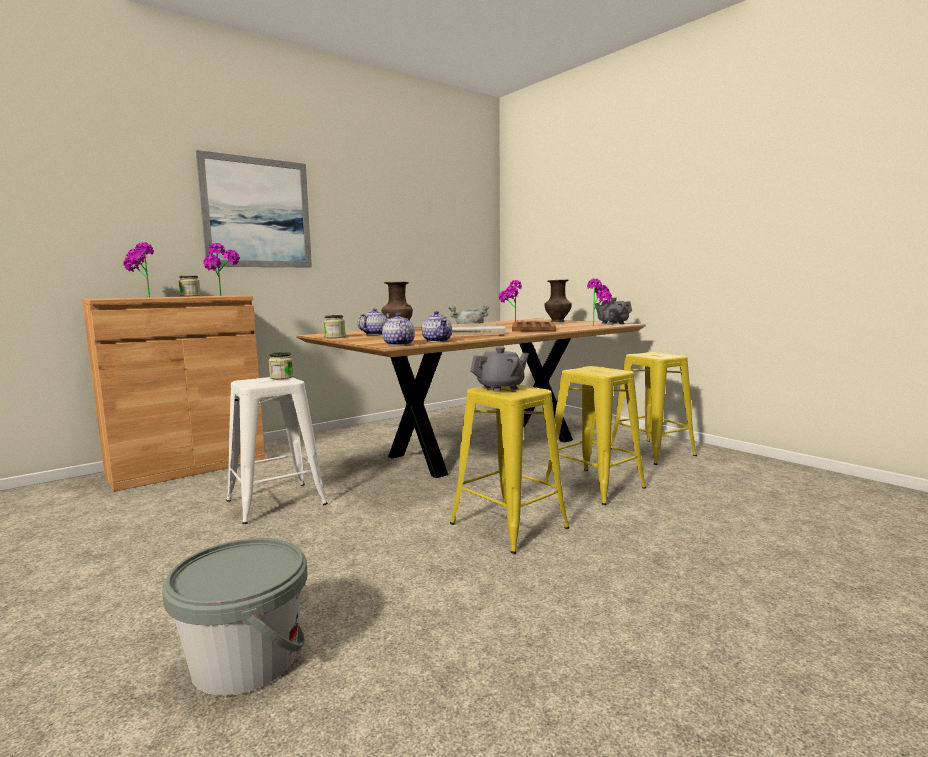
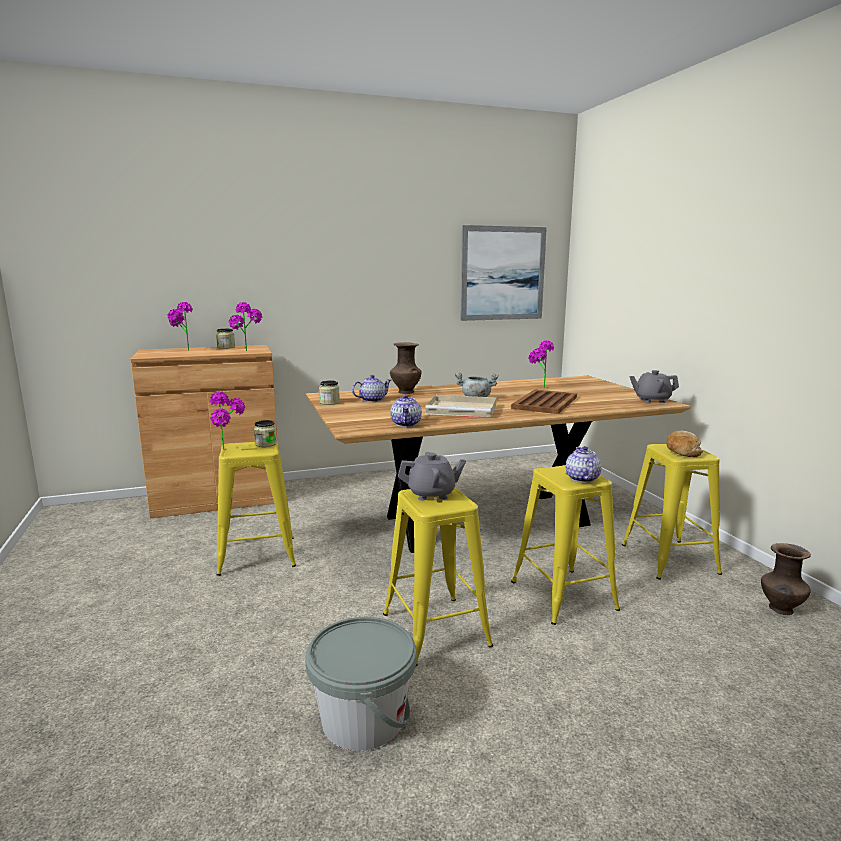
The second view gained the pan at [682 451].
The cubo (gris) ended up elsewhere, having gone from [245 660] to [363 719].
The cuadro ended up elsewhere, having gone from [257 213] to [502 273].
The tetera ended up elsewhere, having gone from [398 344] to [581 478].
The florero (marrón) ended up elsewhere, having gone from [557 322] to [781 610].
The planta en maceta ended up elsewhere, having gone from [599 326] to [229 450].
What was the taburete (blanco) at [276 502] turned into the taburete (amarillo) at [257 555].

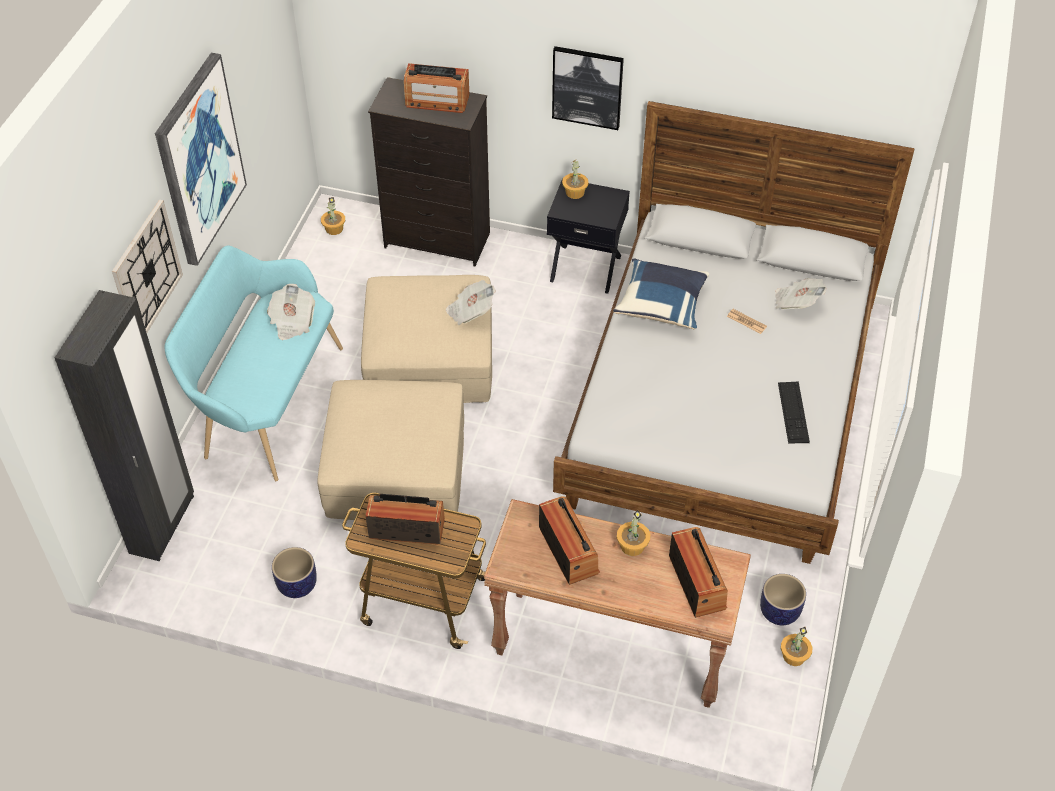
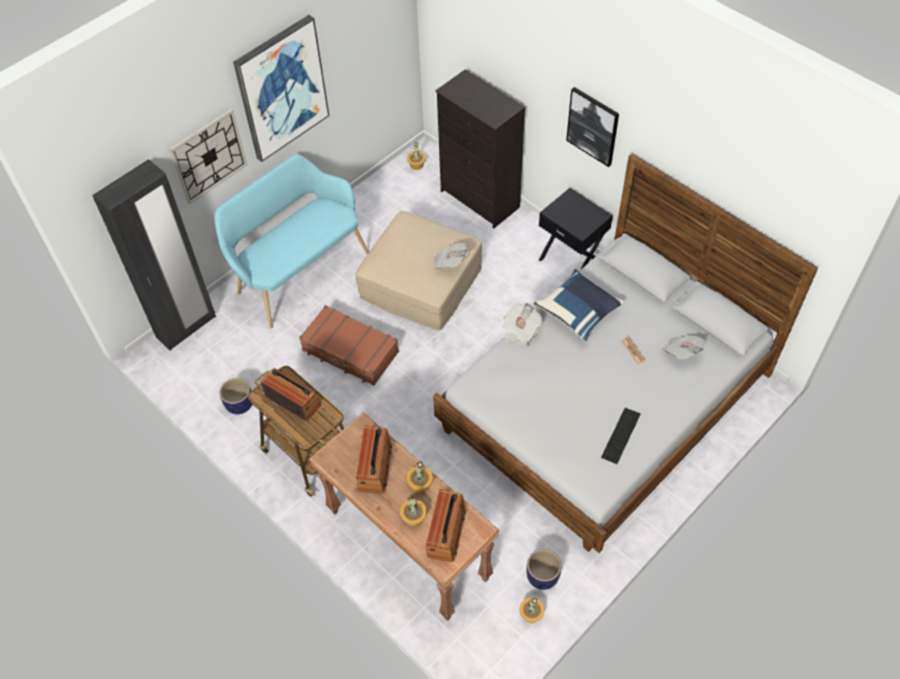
The second view lost the radio at [437 101].
The periódico ended up elsewhere, having gone from [292 322] to [520 331].
The planta en maceta ended up elsewhere, having gone from [575 192] to [414 518].
Where the puf (beis) stood at [396 468], the maleta (marrón) came to stand at [350 352].

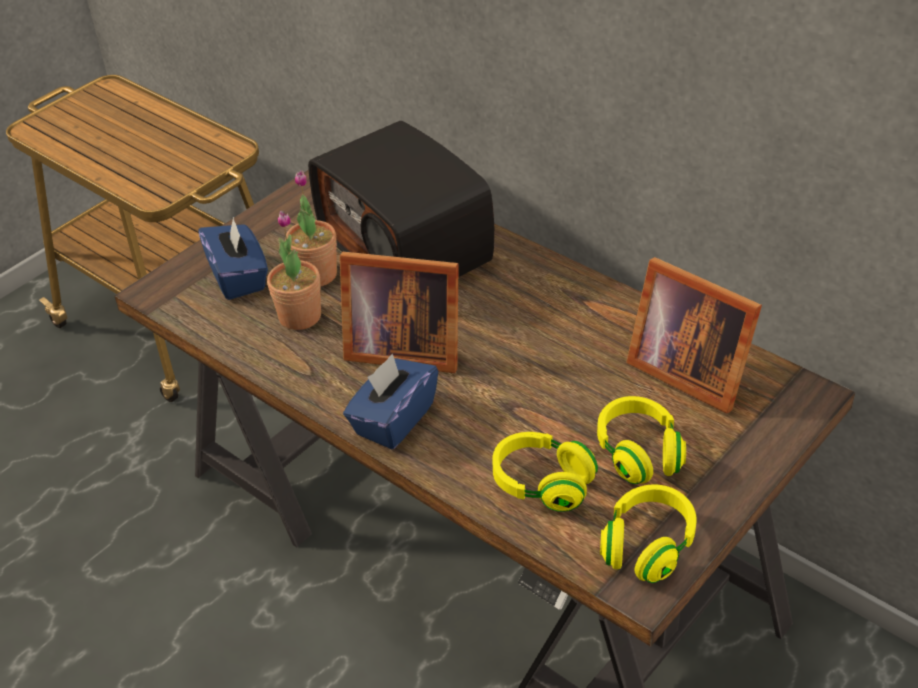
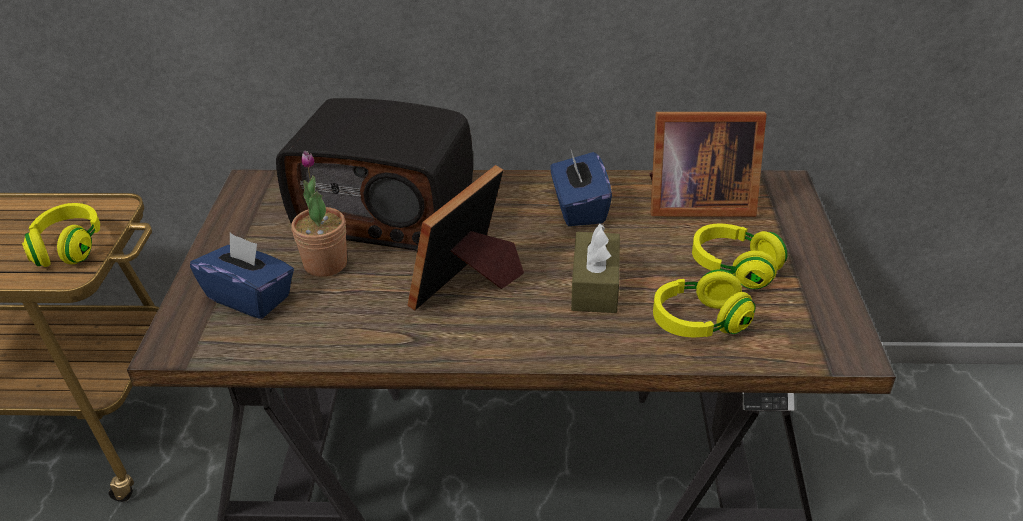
The second view lost the planta en maceta at [300 316].
The second view gained the caja de pañuelos (marrón) at [595 285].
The caja de pañuelos (azul) ended up elsewhere, having gone from [393 420] to [578 208].
The auriculares (amarillo) ended up elsewhere, having gone from [647 546] to [69 248].
The portarretratos at [401 348] ended up facing another way, 150 degrees clockwise from before.

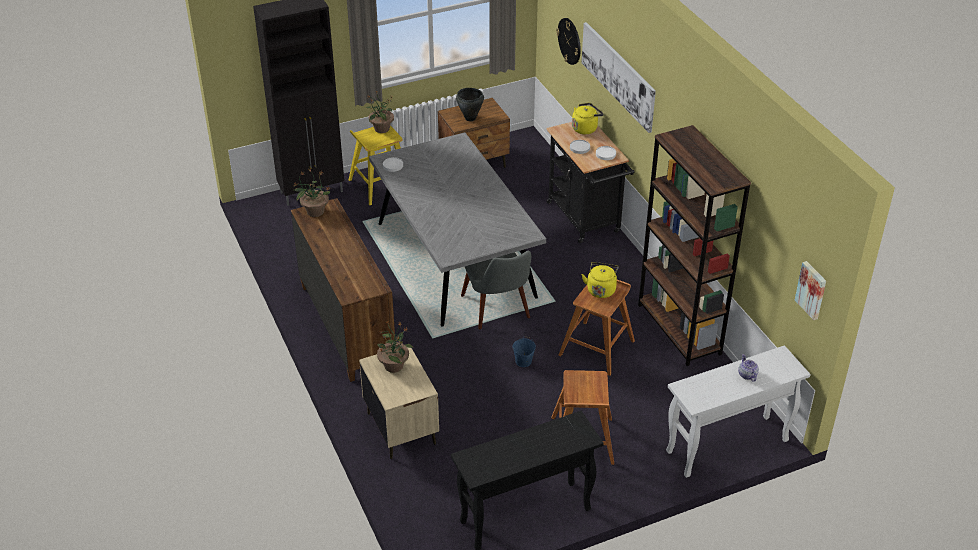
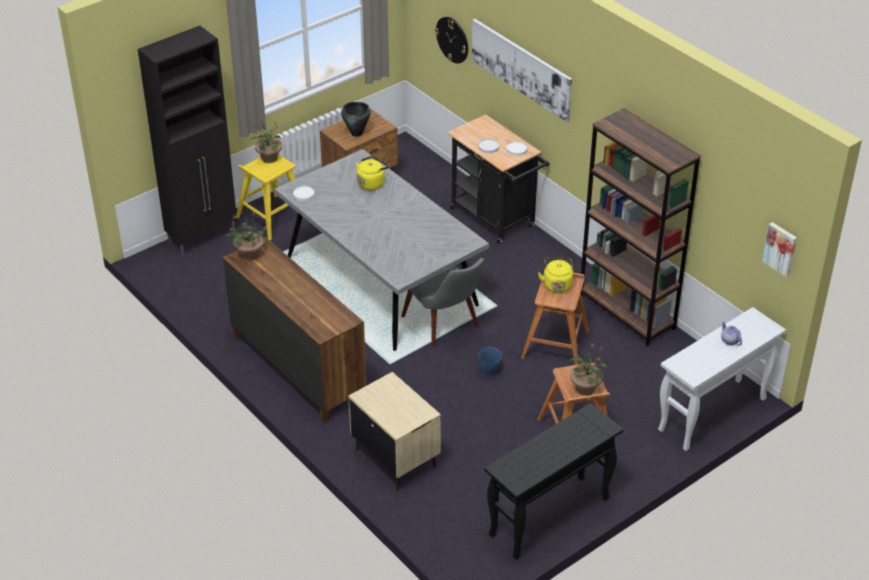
The planta en maceta ended up elsewhere, having gone from [394 365] to [585 388].
The hervidor (amarillo) ended up elsewhere, having gone from [585 128] to [372 183].

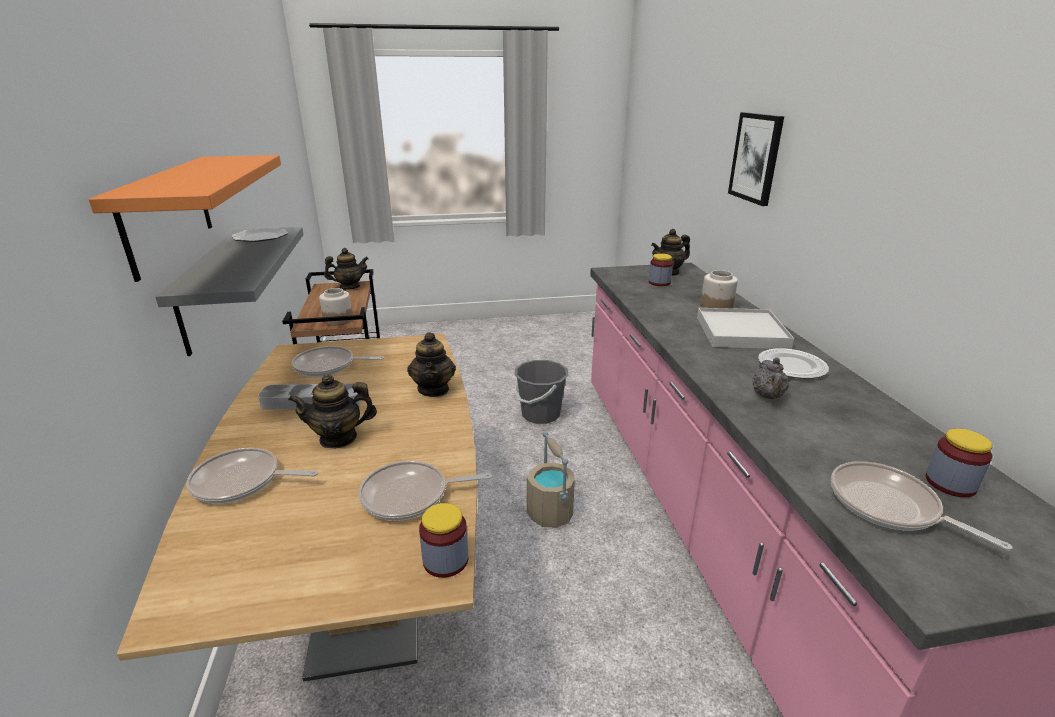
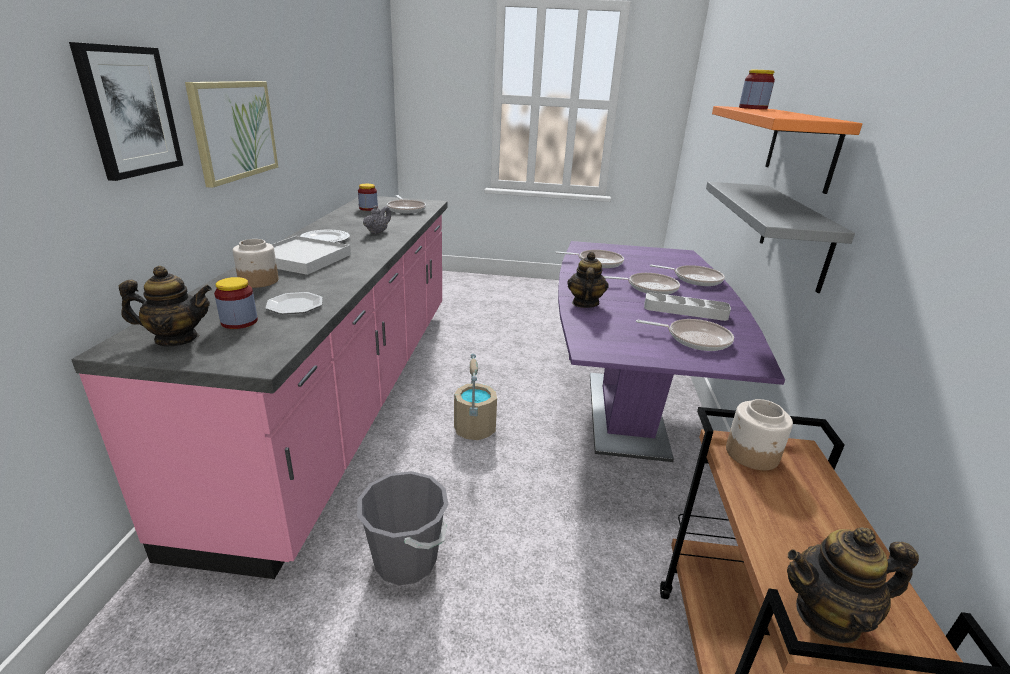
The second view gained the cuadro at [234 130].
The plato ended up elsewhere, having gone from [261 237] to [294 305].
The tarro ended up elsewhere, having gone from [445 560] to [752 108].
Where the tetera stood at [338 438], the sartén came to stand at [649 287].
What was the mesa de comedor (marrón) at [369 584] turned into the mesa de comedor (morado) at [626 414].

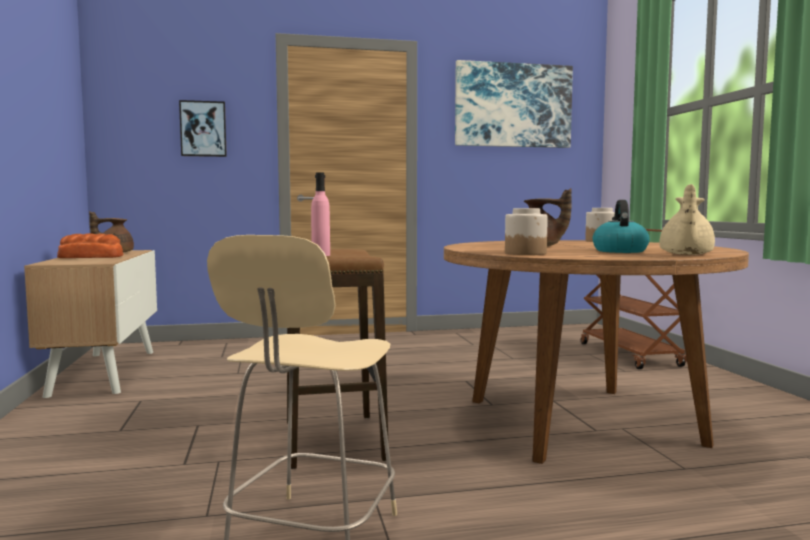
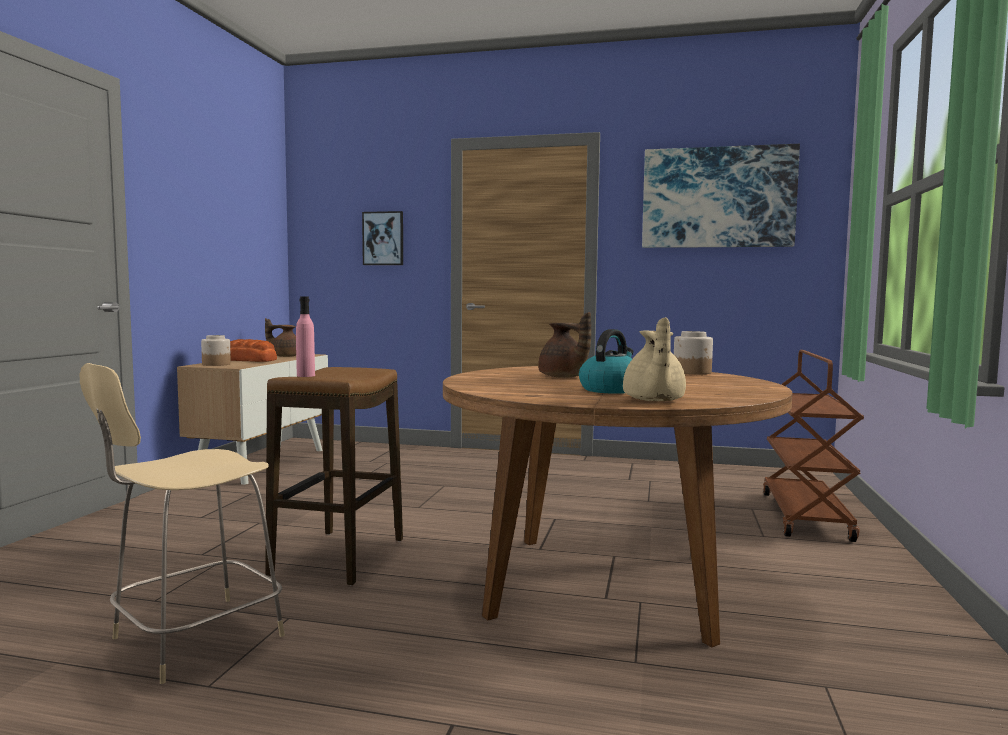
The tarro ended up elsewhere, having gone from [525 253] to [216 364].
The tetera (beis) at [685 254] ended up facing another way, 45 degrees counterclockwise from before.

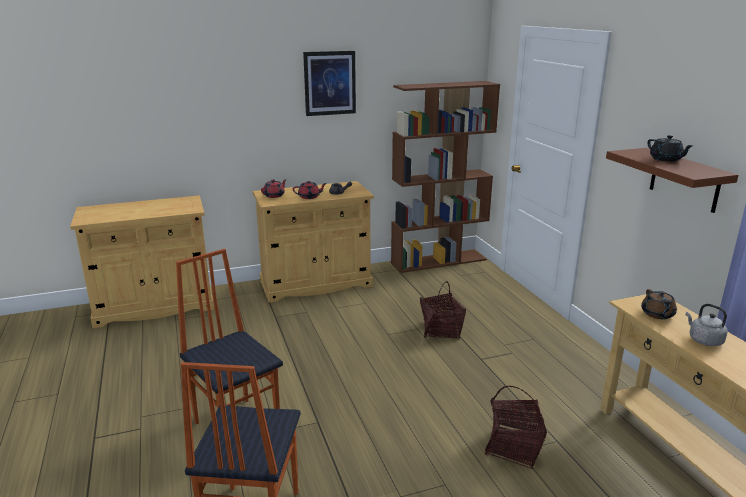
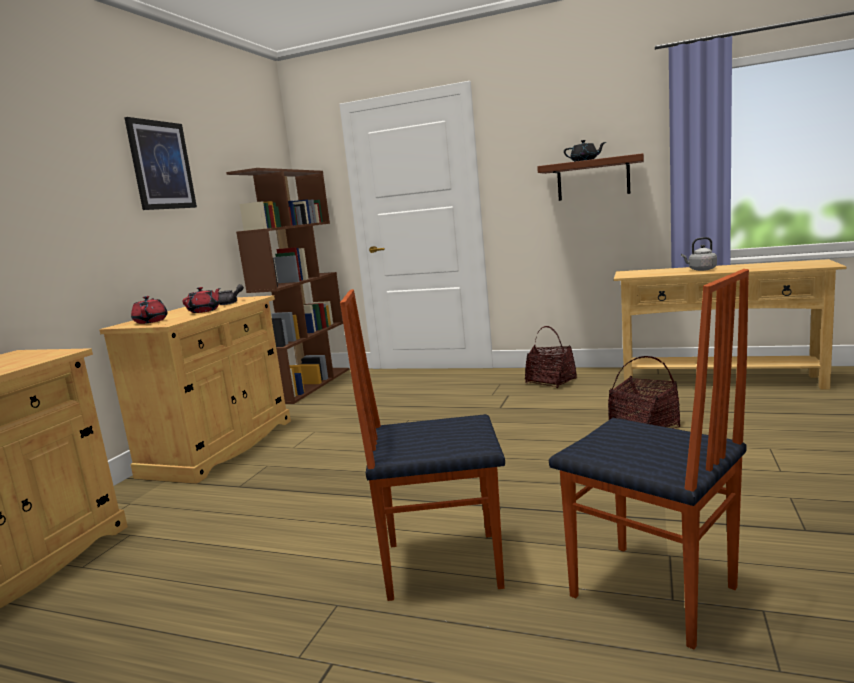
The second view lost the tetera (marrón) at [657 314].
The cesta ended up elsewhere, having gone from [441 330] to [551 381].

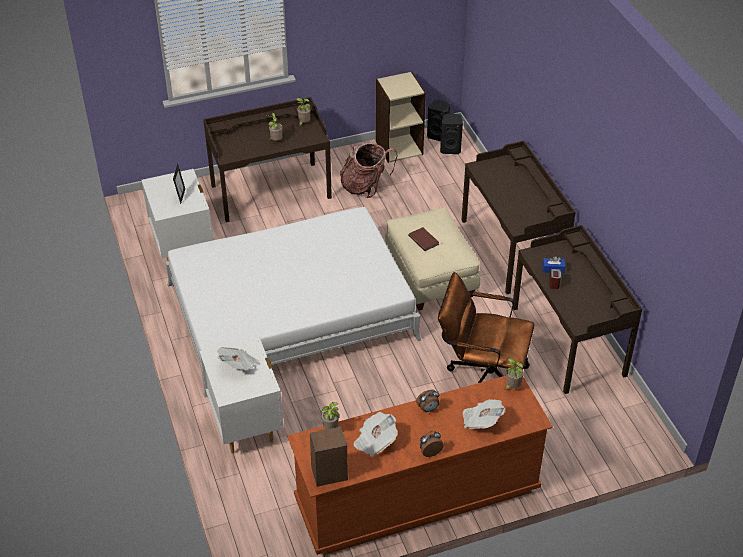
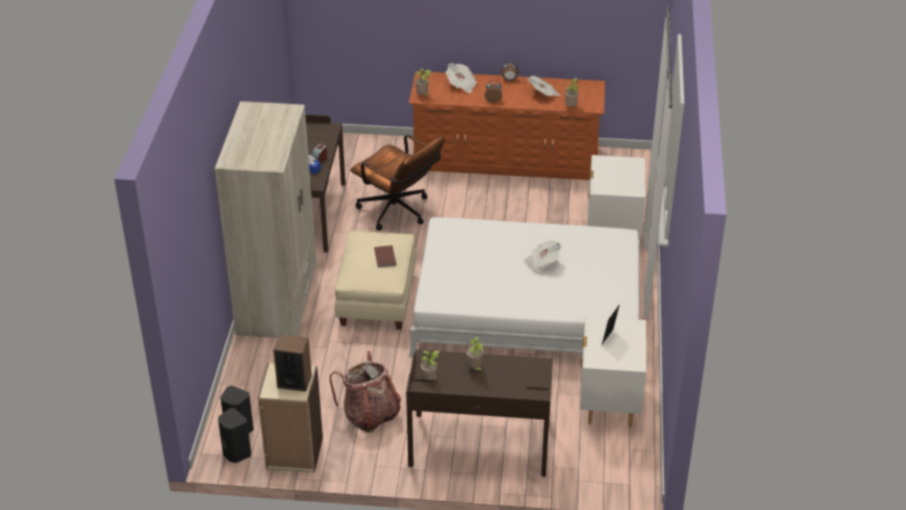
The periódico ended up elsewhere, having gone from [238 365] to [541 263].
The altavoz ended up elsewhere, having gone from [329 473] to [294 381].
Where the escritorio (marrón) stood at [512 249], the armario ropero (beis) came to stand at [278 300].

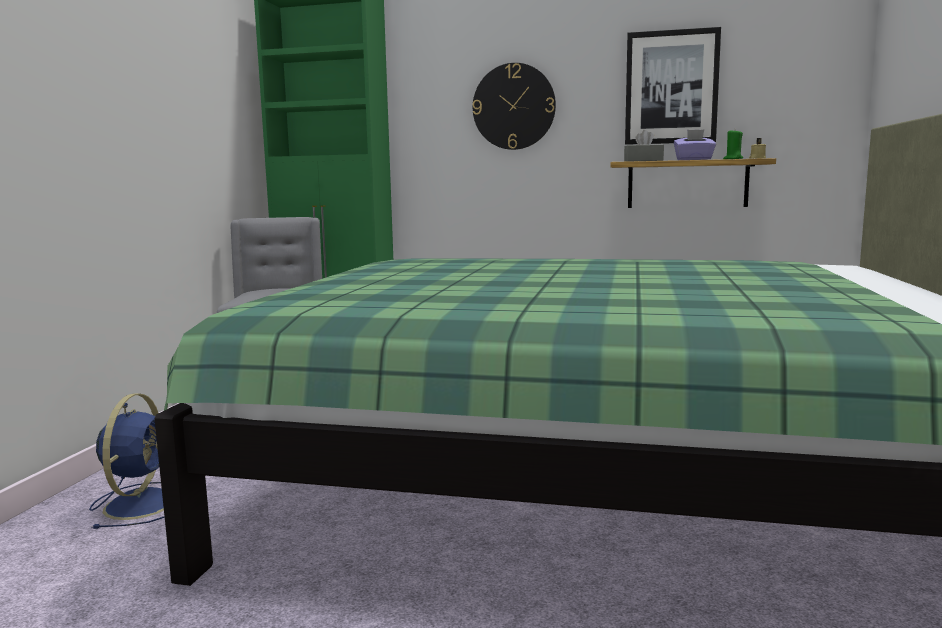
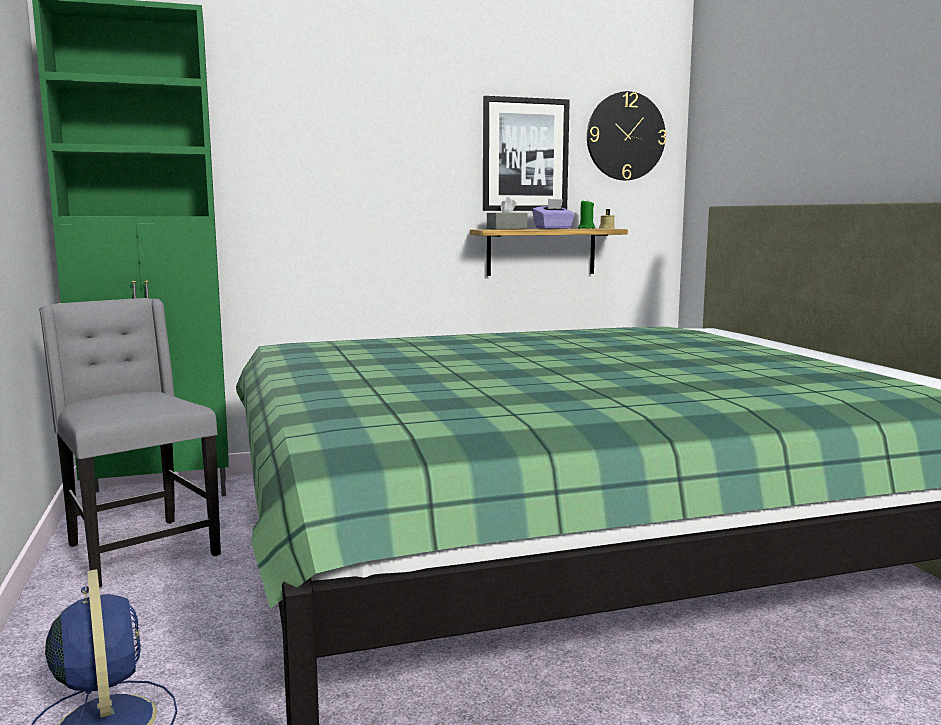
The reloj de pared ended up elsewhere, having gone from [514 106] to [625 136].

